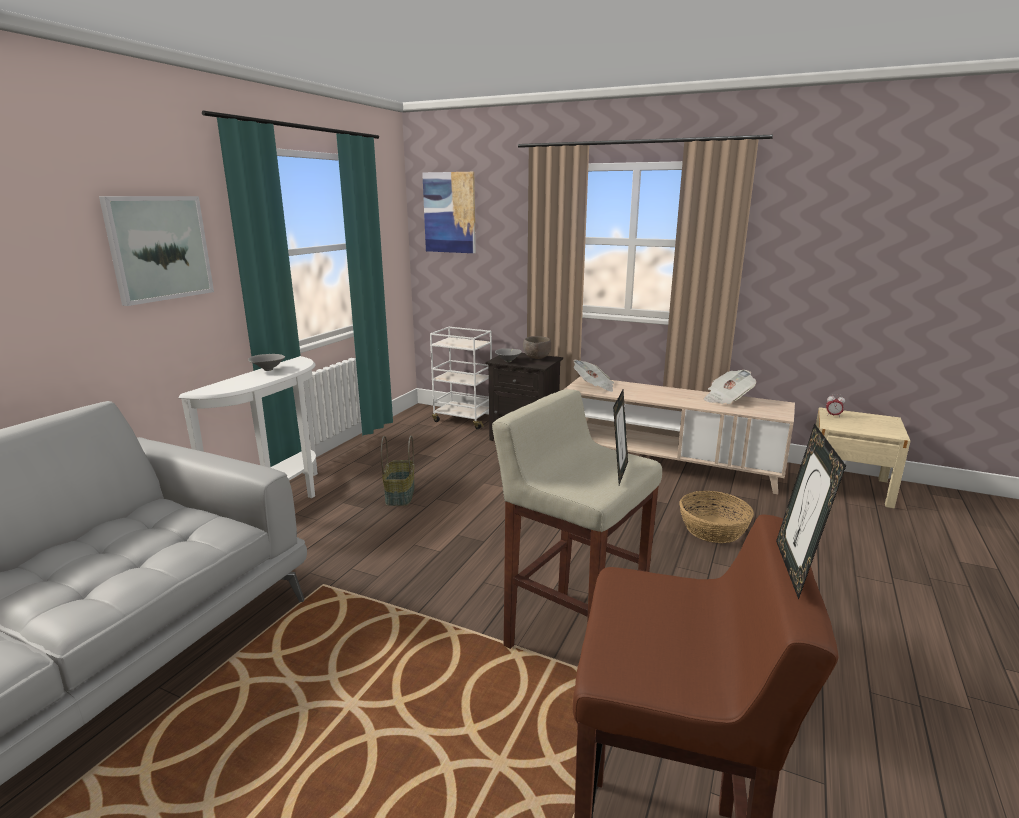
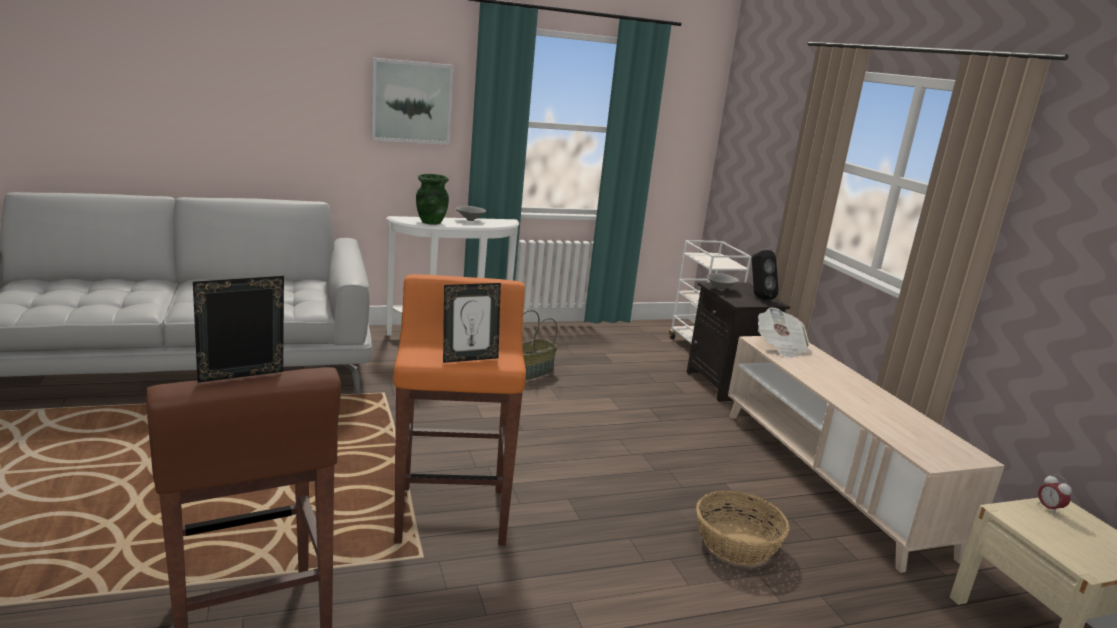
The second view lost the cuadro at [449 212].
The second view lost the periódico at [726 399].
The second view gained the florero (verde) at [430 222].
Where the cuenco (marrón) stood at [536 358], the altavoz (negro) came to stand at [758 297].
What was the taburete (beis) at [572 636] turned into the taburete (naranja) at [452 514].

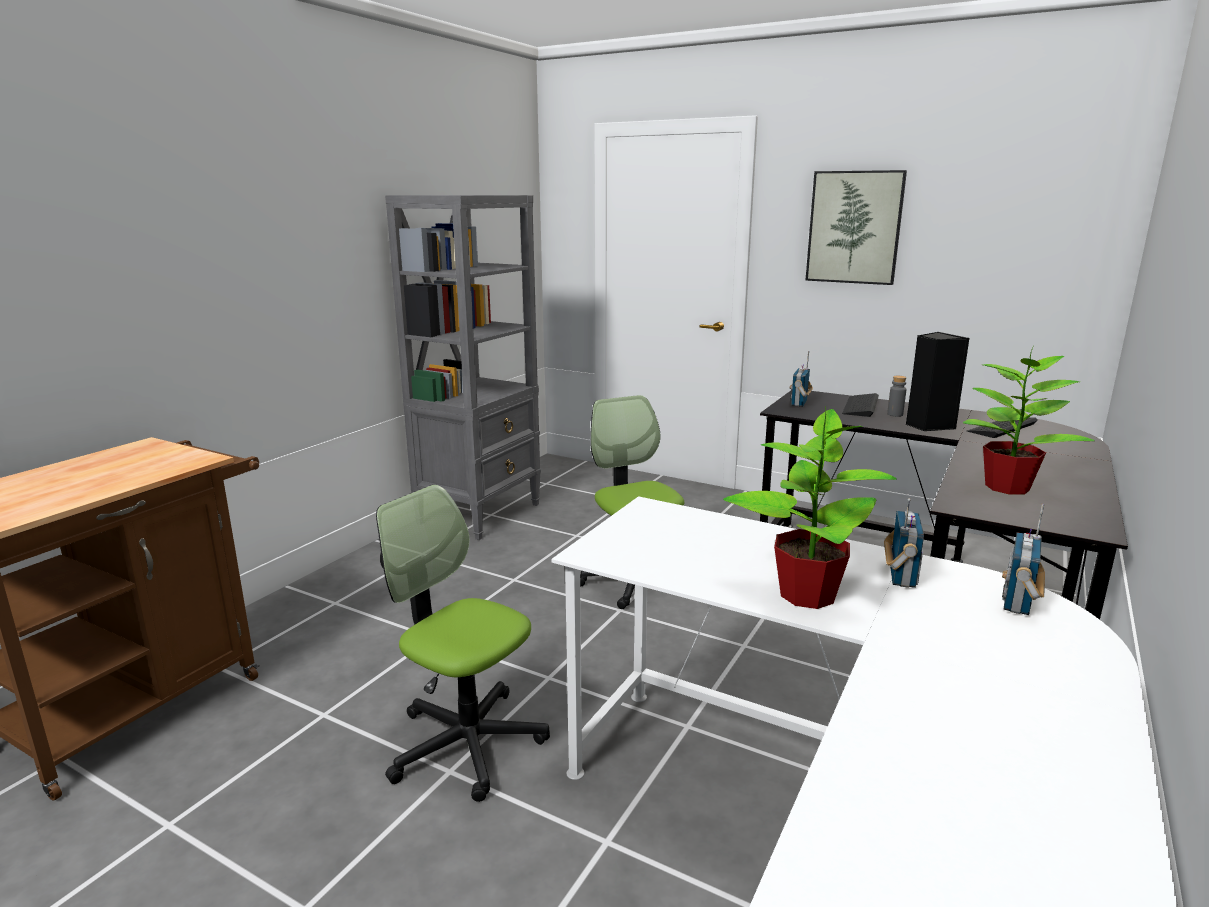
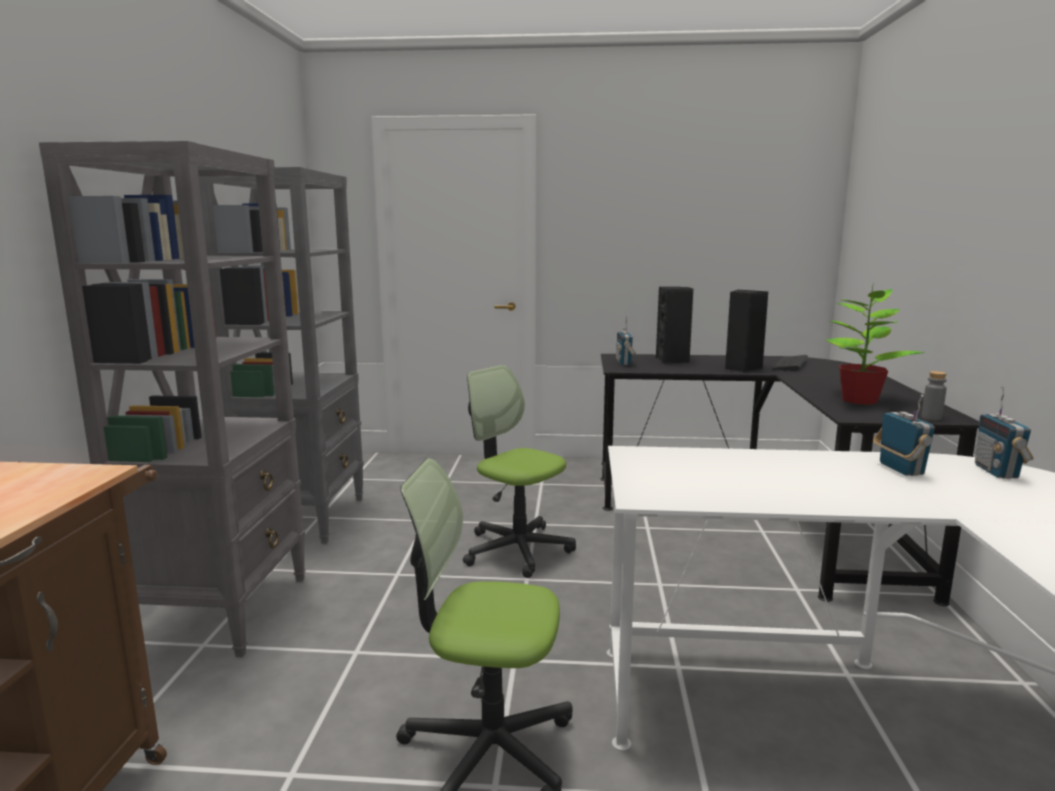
The second view lost the planta en maceta at [806 594].
The second view lost the cuadro at [854 227].
The second view gained the estantería (gris) at [224 610].
The botella (gris) ended up elsewhere, having gone from [895 414] to [931 418].
Where the teclado stood at [860 406], the altavoz (negro) came to stand at [672 360].

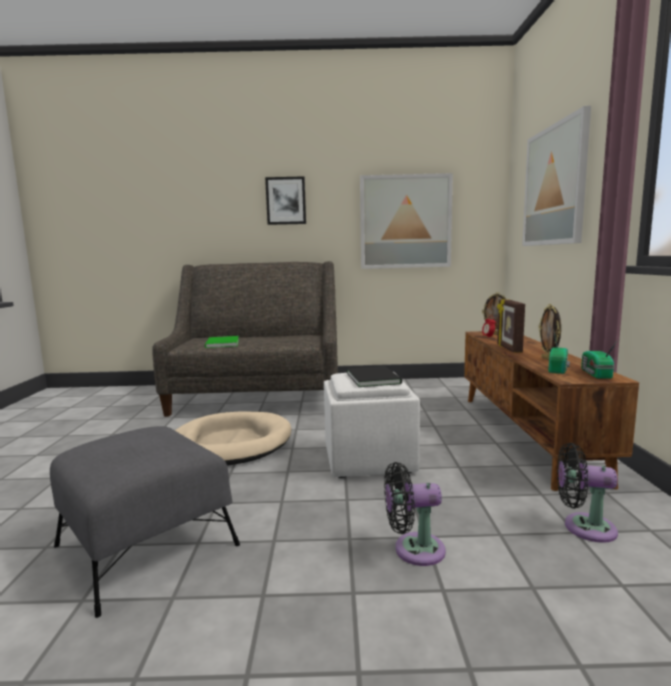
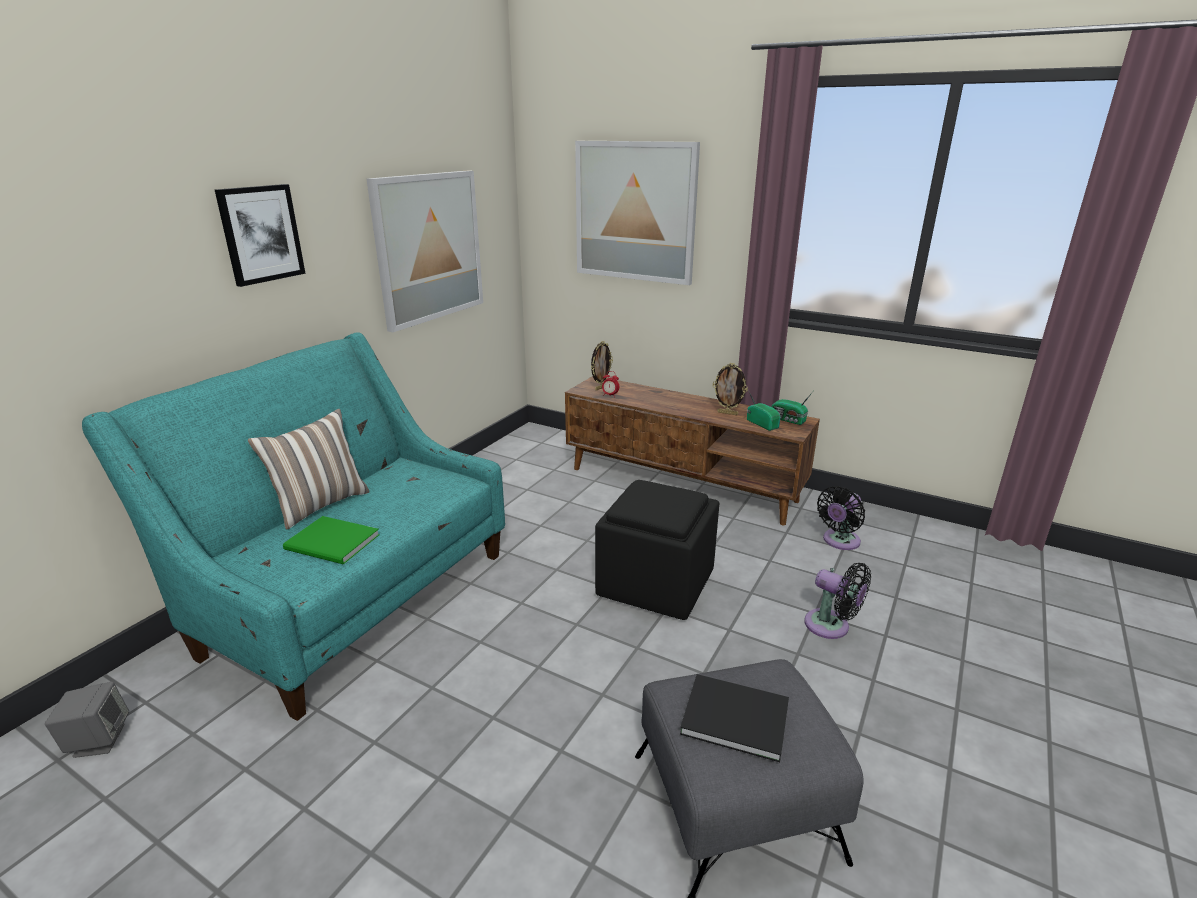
The second view lost the cama para perro (beis) at [229 444].
The second view lost the portarretratos at [508 348].
The second view gained the altavoz (gris) at [98 740].
The second view gained the cojín at [320 505].
The libro (negro) ended up elsewhere, having gone from [374 378] to [732 715].
What was the sofá (gris) at [257 397] turned into the sofá (turquesa) at [350 597].
What was the puf (blanco) at [369 459] turned into the puf (negro) at [655 583].
The ventilador (negro) at [413 550] ended up facing another way, 75 degrees counterclockwise from before.

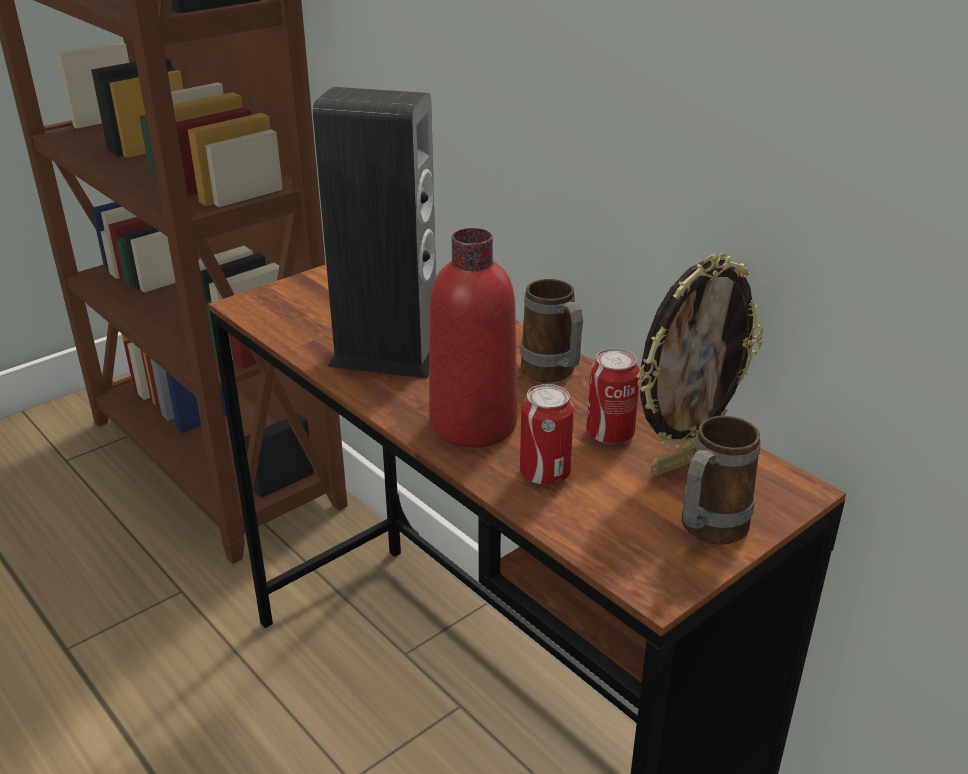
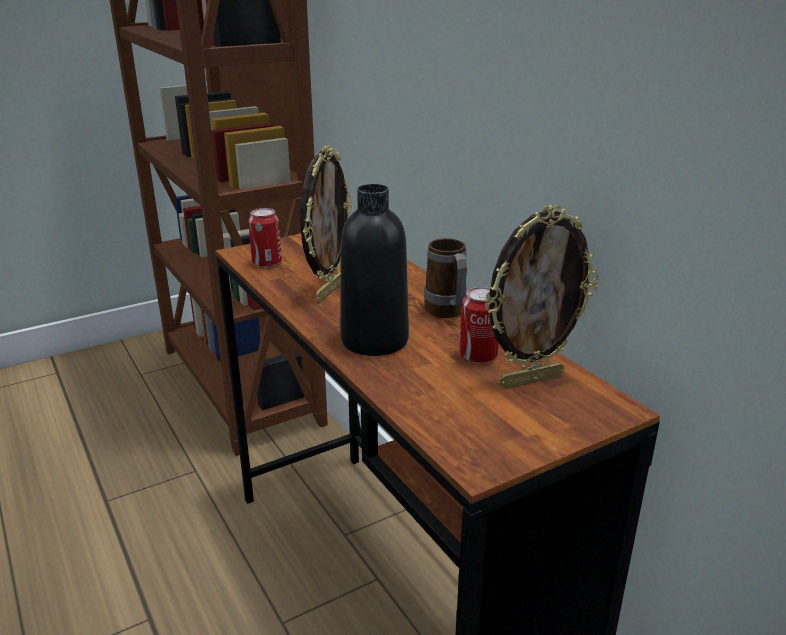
The second view lost the taza grande at [706 531].
The lata ended up elsewhere, having gone from [545 473] to [267 263].
Where the altavoz stood at [387 355], the portarretratos came to stand at [328 291].
What was the botella (rojo) at [473 424] turned into the botella (negro) at [374 340].

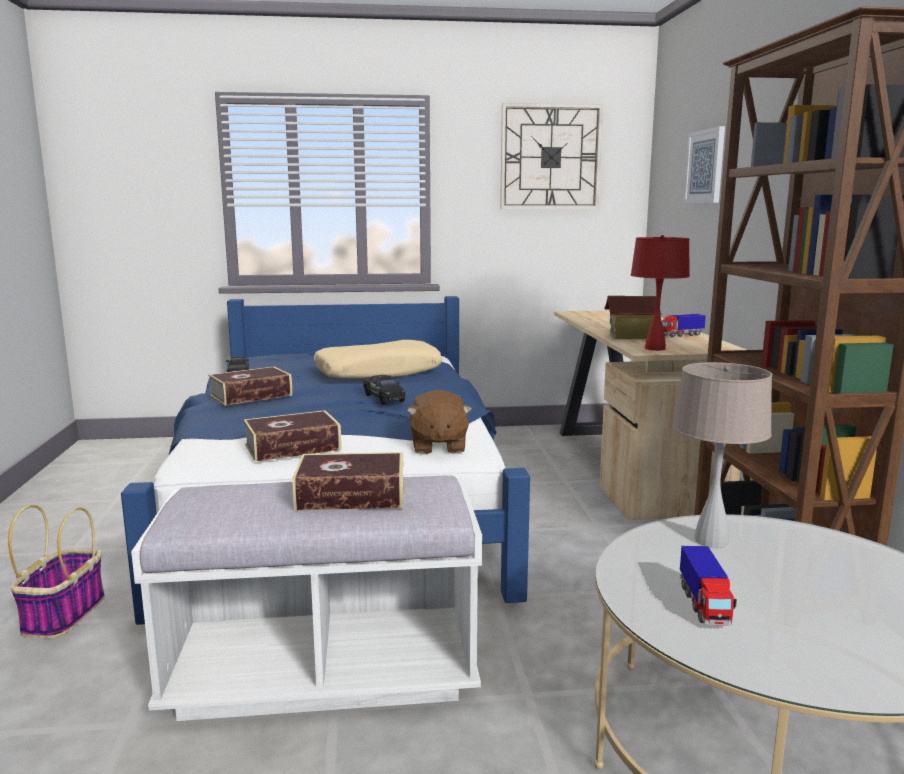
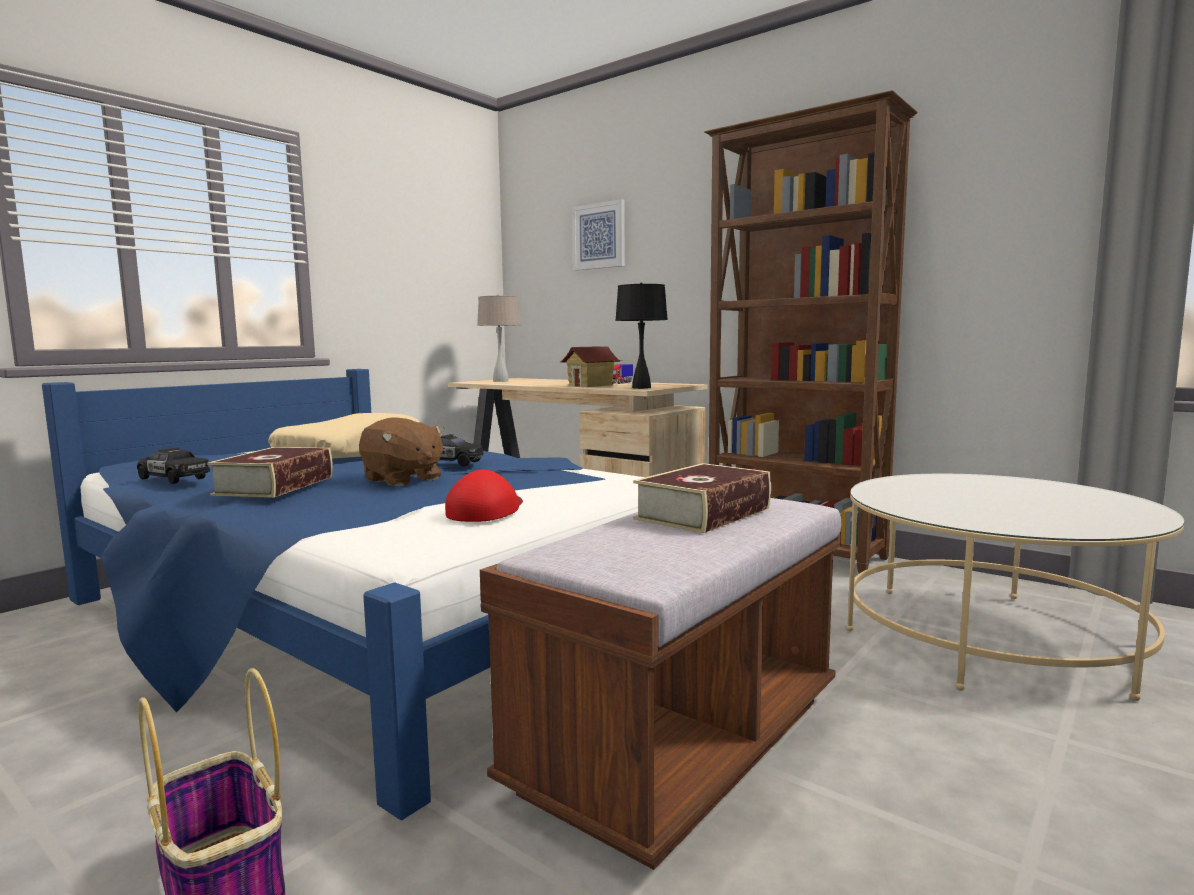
The second view lost the reloj de pared at [550 157].
The second view lost the camión de juguete at [704 605].
The peluche (marrón) ended up elsewhere, having gone from [438 446] to [402 480].
The lámpara de mesa (beis) ended up elsewhere, having gone from [711 541] to [501 381].
Where the libro stood at [292 447], the gorra (rojo) came to stand at [487 510].
What was the banco (blanco) at [324 671] turned into the banco (marrón) at [681 744].
What was the lámpara de mesa (rojo) at [655 348] turned into the lámpara de mesa (negro) at [641 388].

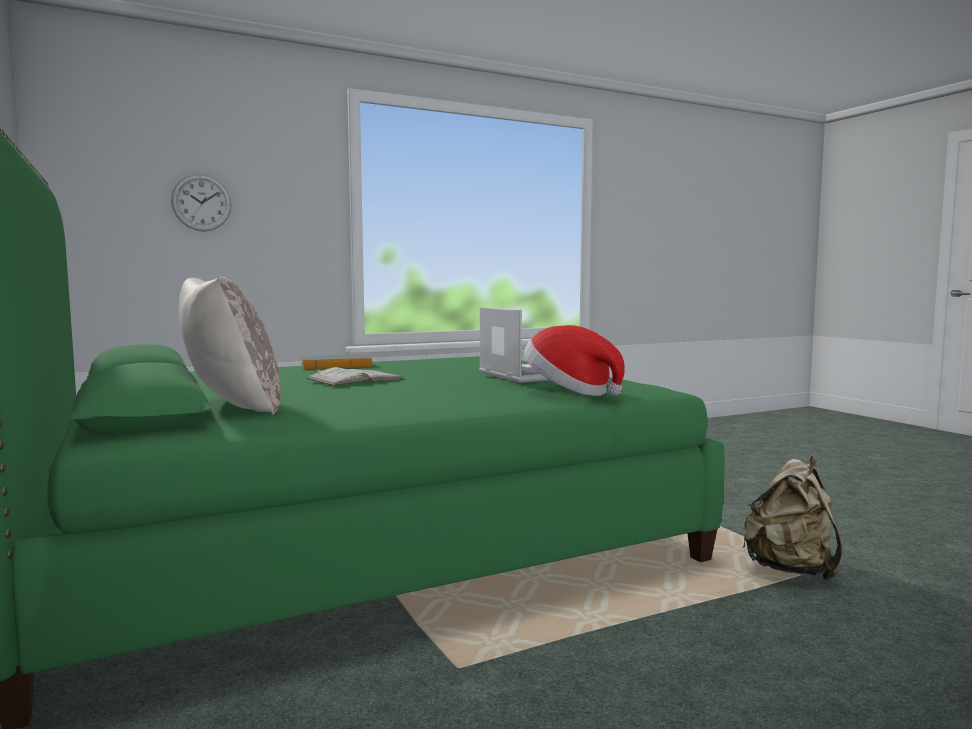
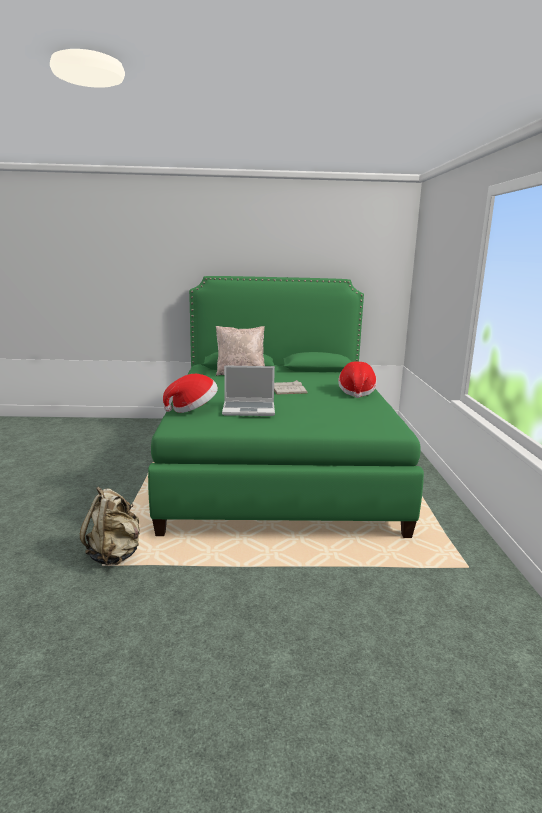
The second view lost the reloj de pared at [201 202].
Where the libro stood at [336 365], the sombrero came to stand at [356 392].

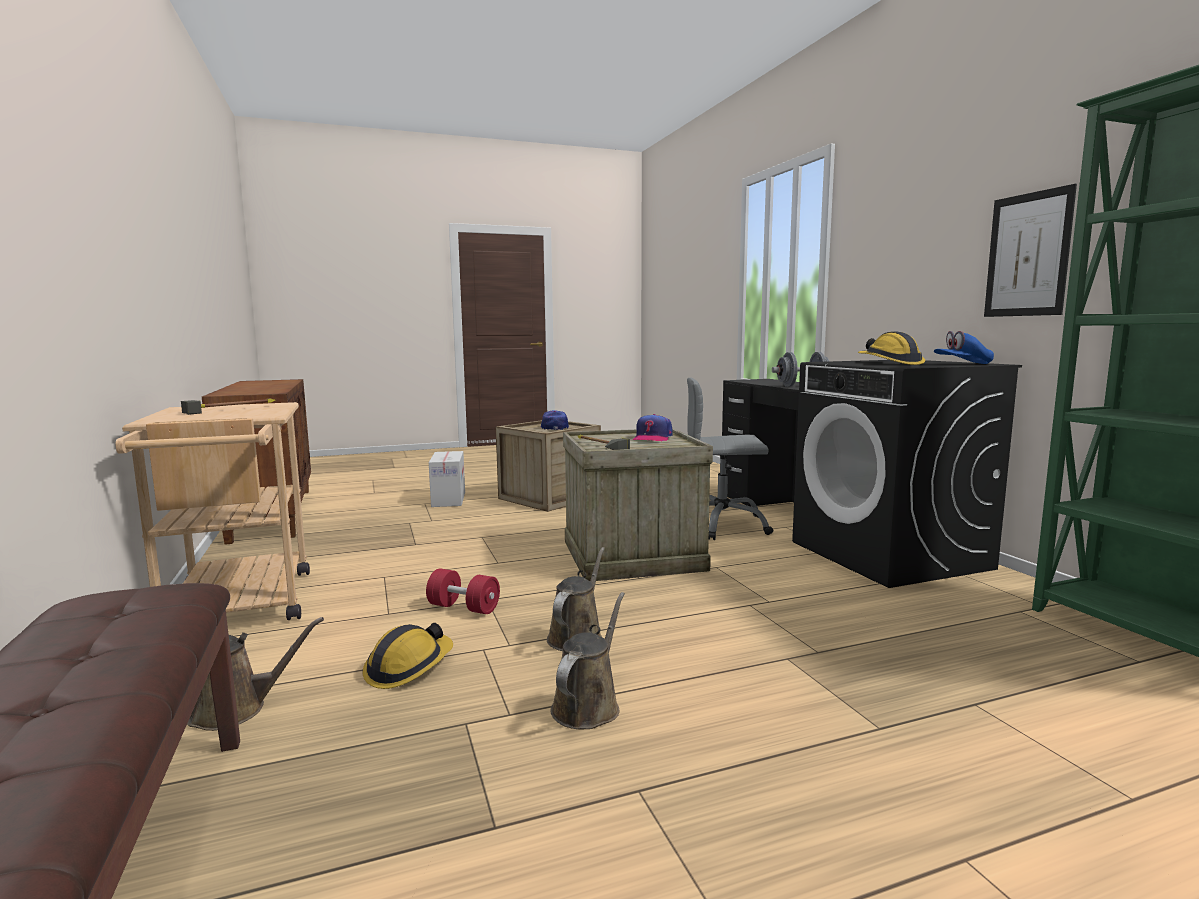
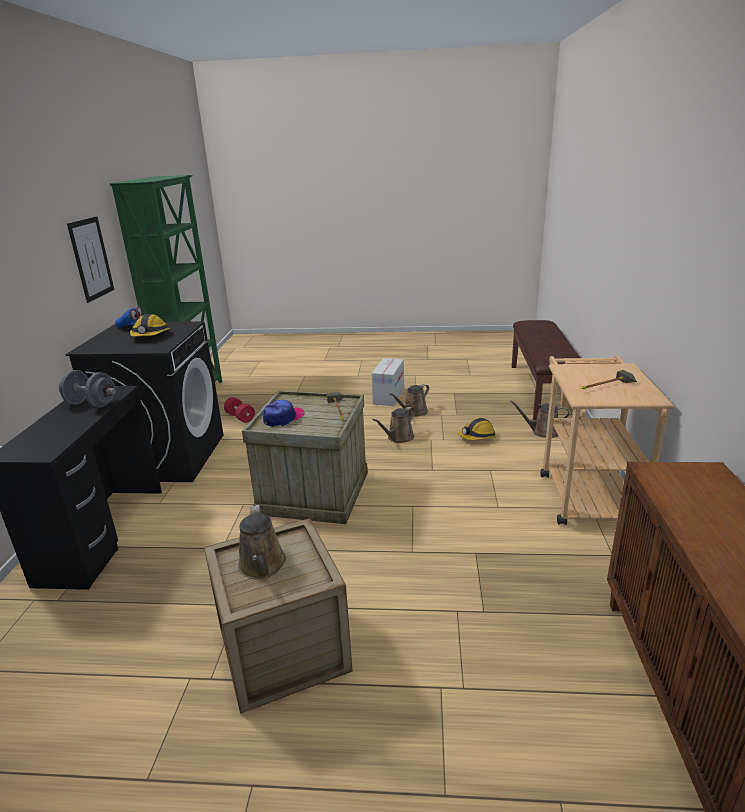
The second view lost the silla de oficina (gris) at [721 525].
The mancuerna (rojo) ended up elsewhere, having gone from [464 608] to [240 417].
The caja de cartón ended up elsewhere, having gone from [449 499] to [388 396].
Where the gorra stood at [554 427], the regadera (marrón) came to stand at [262 566].

